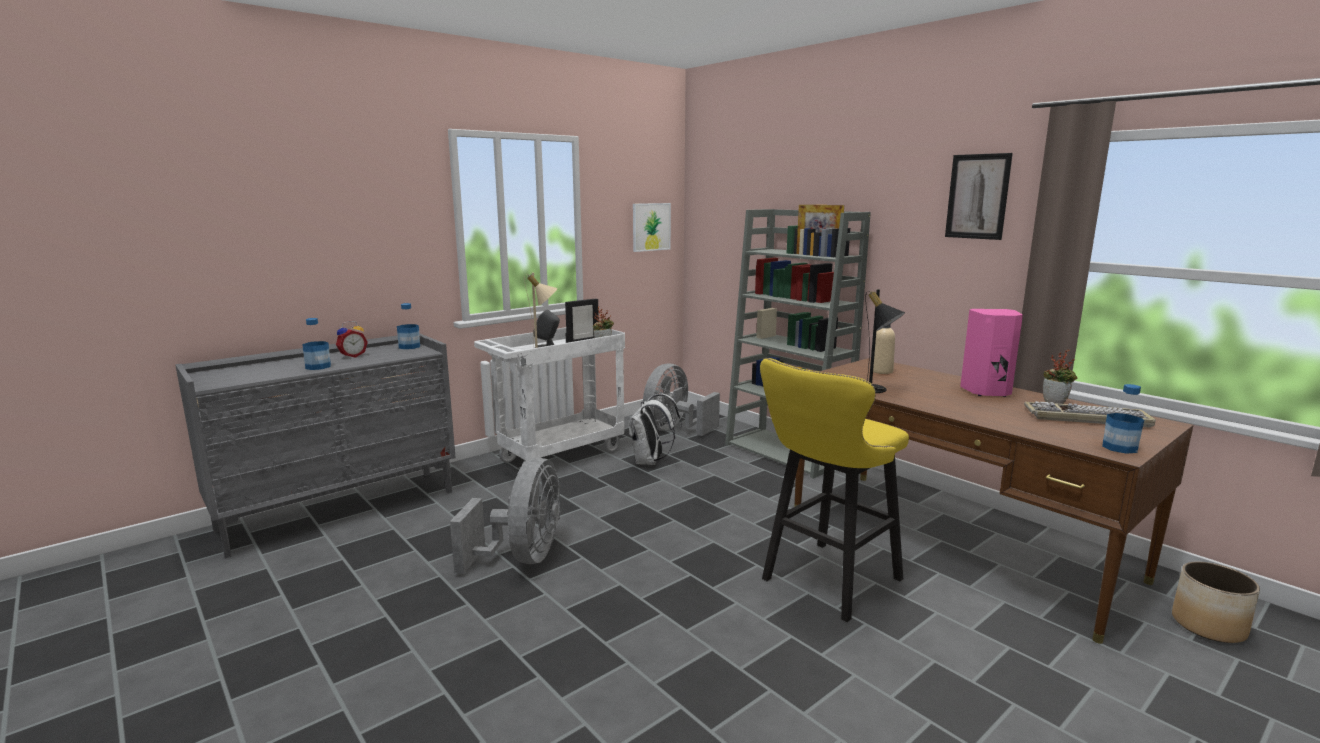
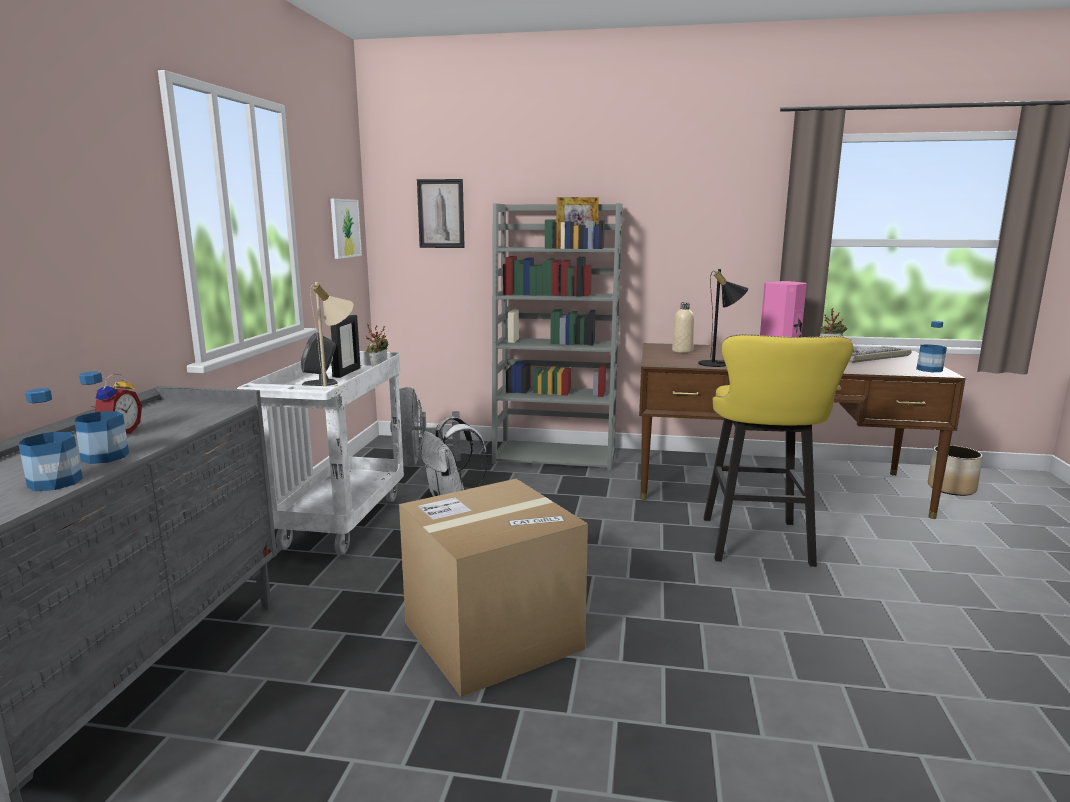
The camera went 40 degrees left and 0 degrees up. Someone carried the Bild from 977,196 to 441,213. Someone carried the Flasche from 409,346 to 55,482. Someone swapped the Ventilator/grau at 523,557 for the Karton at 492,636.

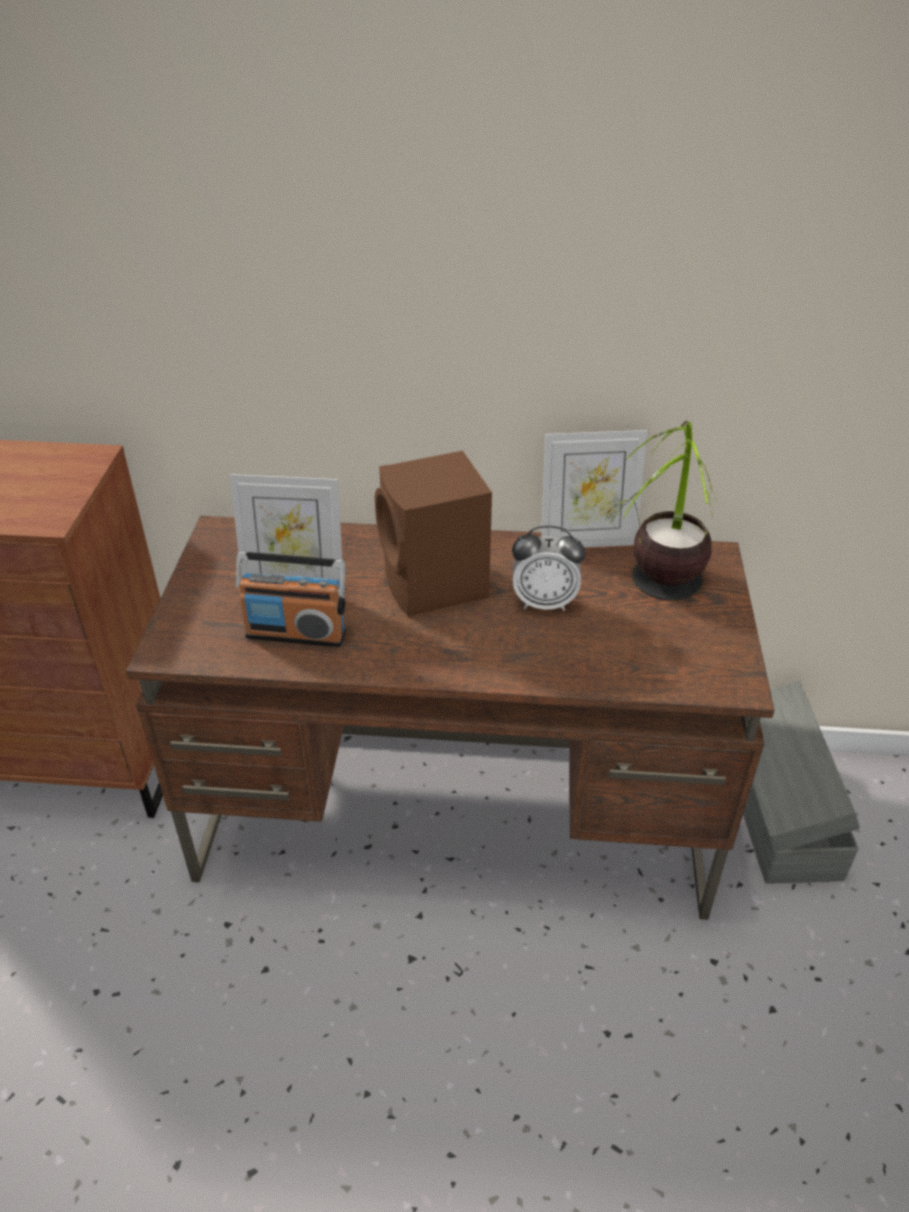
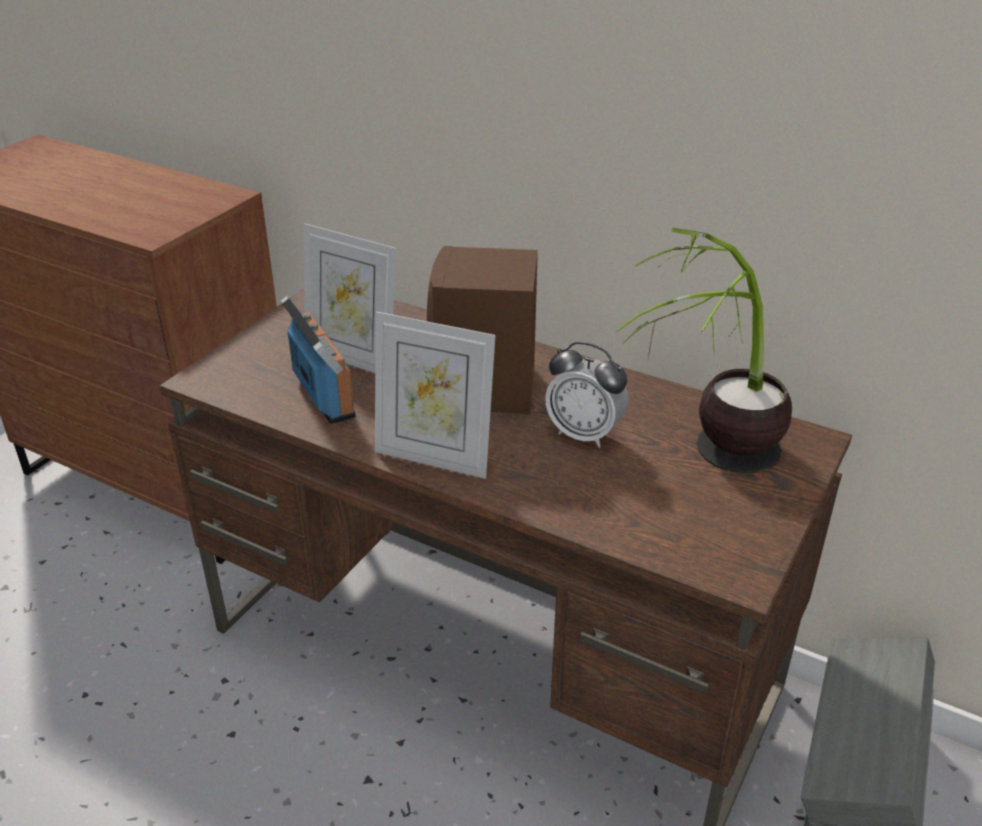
The camera went 25 degrees right and 5 degrees down. Someone carried the Bilderrahmen from 587,541 to 434,457. Someone rotated the Radio at 296,633 by 150 degrees counterclockwise.

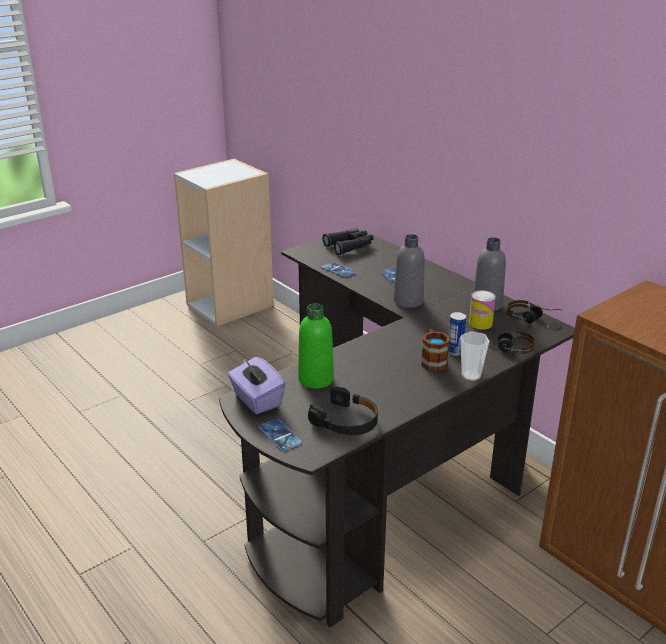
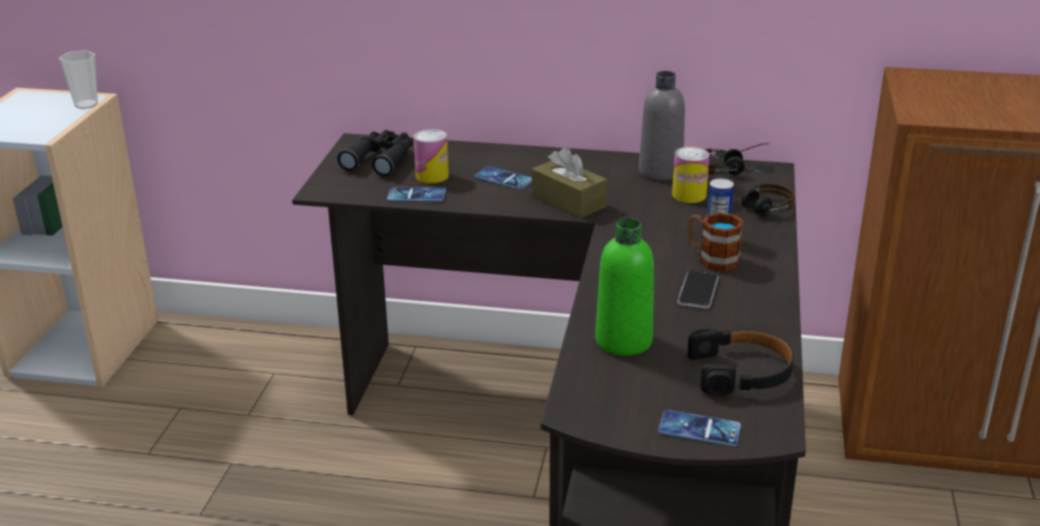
The camera went 40 degrees left and 0 degrees up. Someone swapped the Flasche/grau at 408,301 for the Taschentuchbox/braun at 568,201. Someone carried the Tasse from 471,376 to 86,104. Someone took away the Taschentuchbox/lila at 256,400. Someone put down the Dose at 432,176. Someone put down the Handy at 698,291.

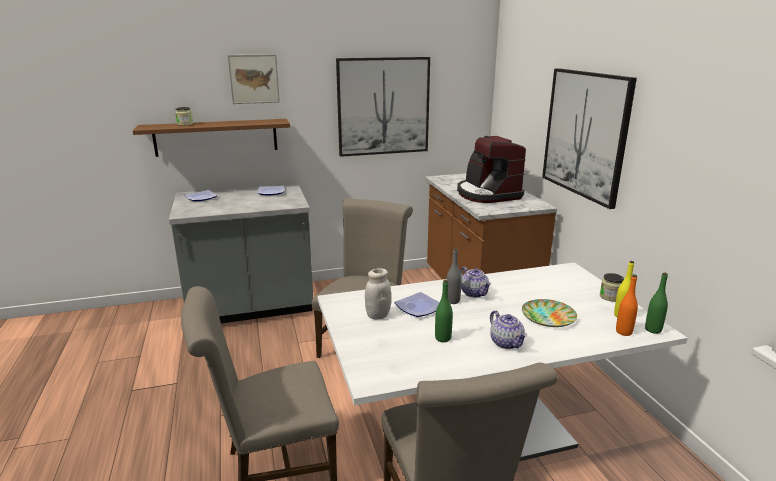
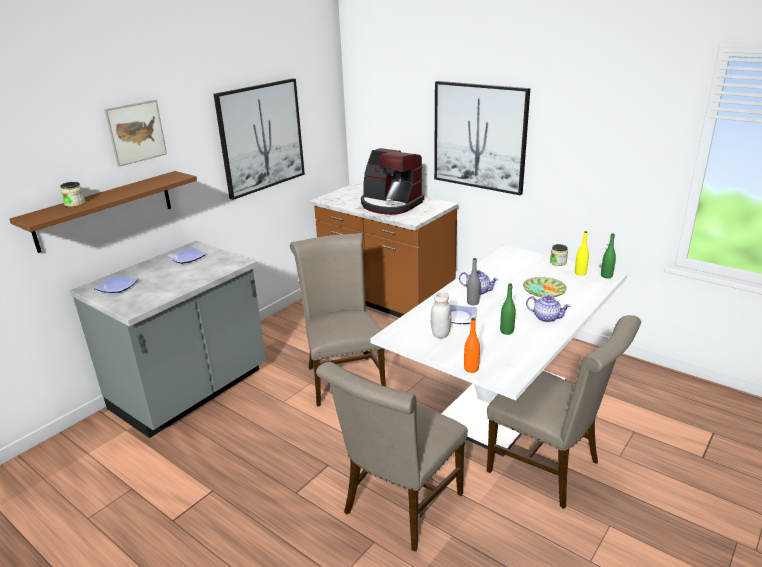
The camera went 35 degrees left and 5 degrees up. Someone carried the Flasche/orange from 623,332 to 471,369.

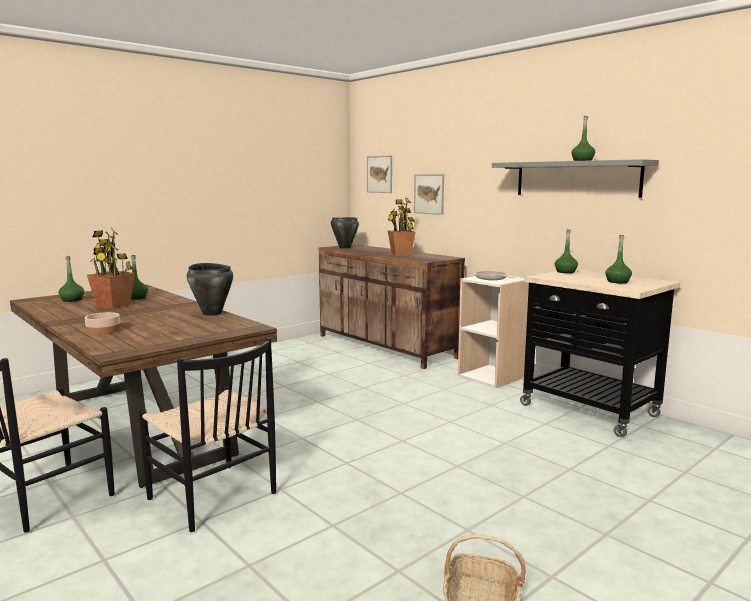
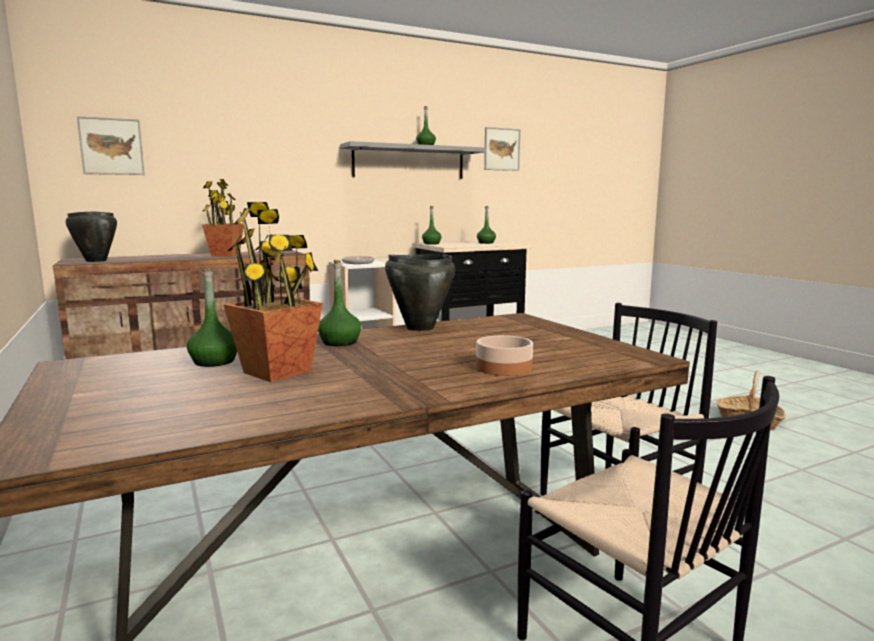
The camera went 75 degrees left and 0 degrees up. Someone carried the Bild from 429,194 to 501,149. Someone carried the Flasche/grün from 72,300 to 340,342.

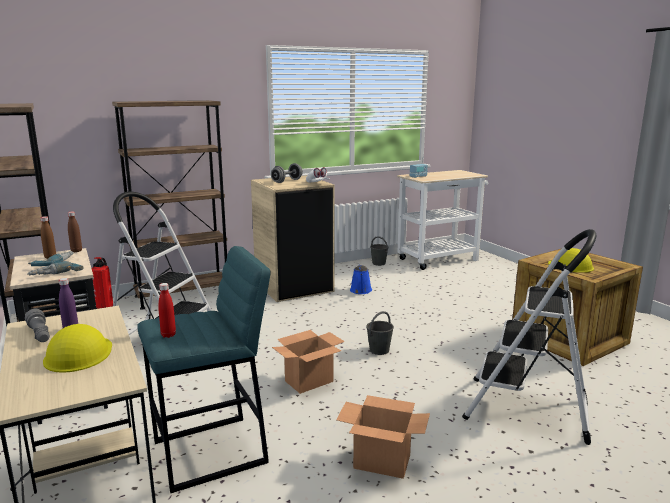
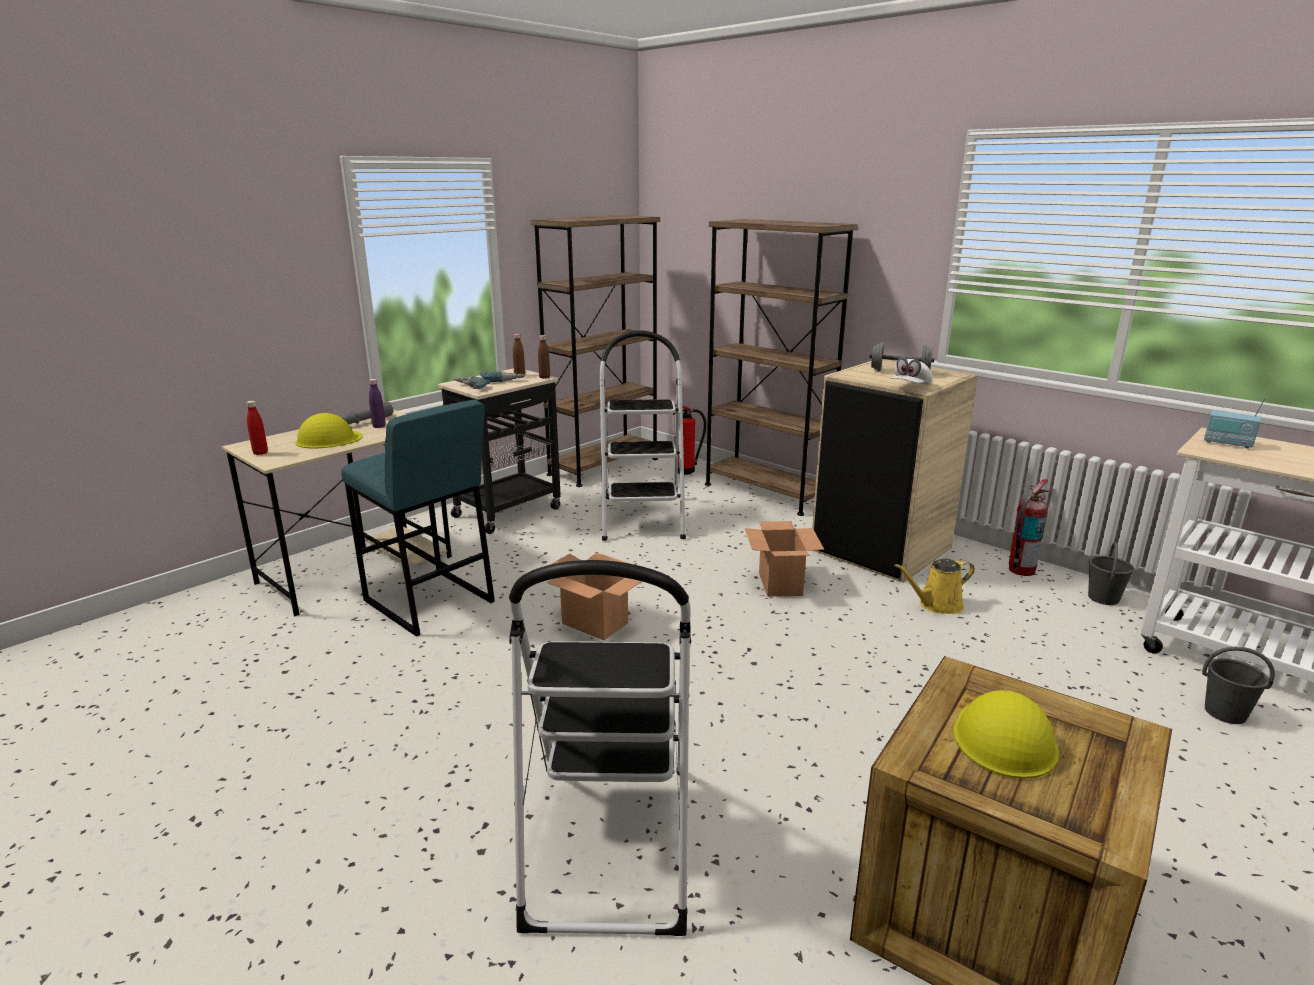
The camera went 70 degrees right and 5 degrees up. Someone repainted the Gießkanne/blau at 361,291, which became the Gießkanne/gelb at 936,605. Someone carried the Flasche/rot from 168,335 to 260,453. Someone carried the Eimer/grau from 379,350 to 1226,713. Someone carried the Karton from 381,462 to 779,584. Someone put down the Feuerlöscher at 1020,570.

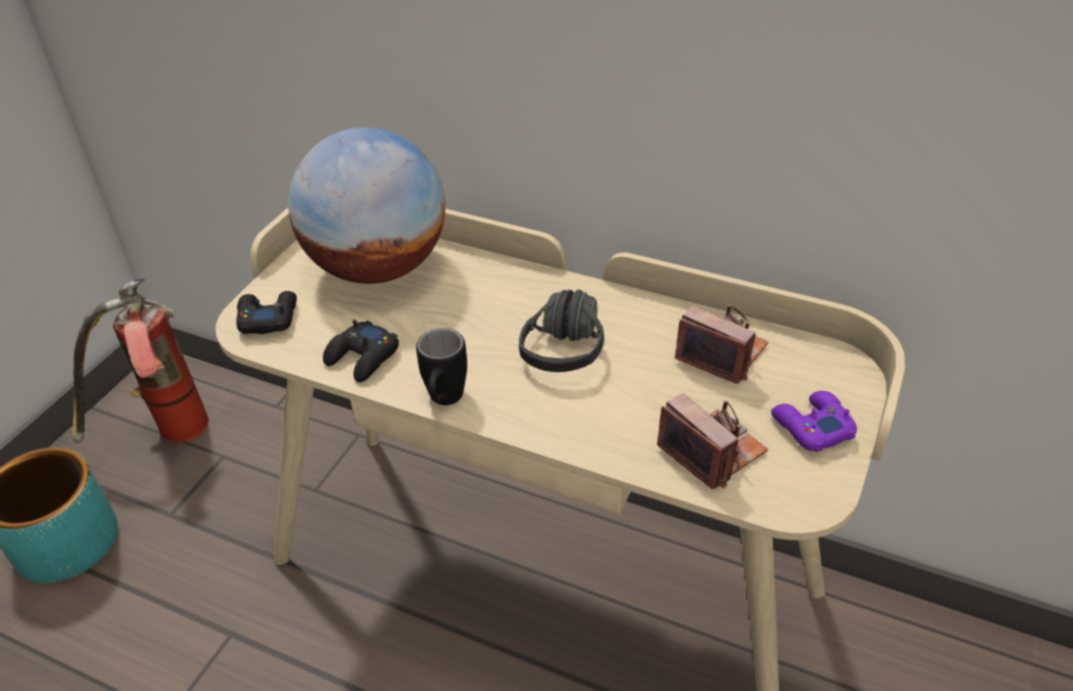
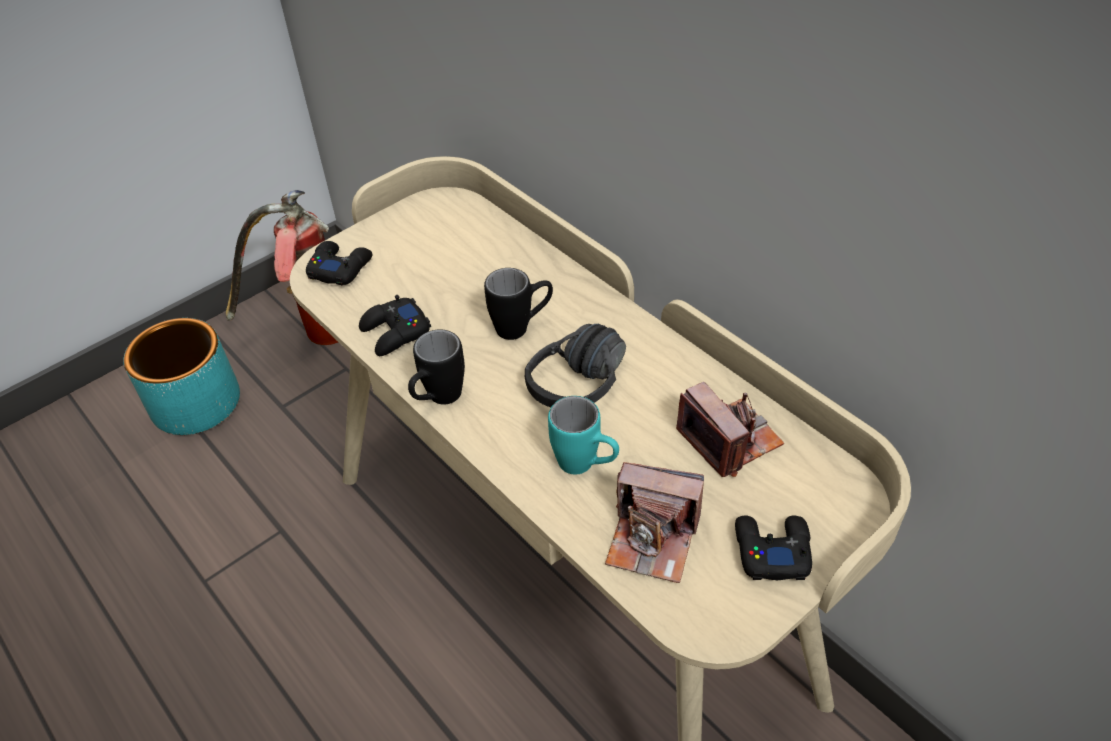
The camera went 25 degrees right and 5 degrees up. Someone took away the Globus at 378,268. Someone repainted the Gamepad/lila at 811,426, which became the Gamepad/schwarz at 771,550. Someone rotated the Kamera at 712,451 by 120 degrees clockwise. Someone put down the Henkelbecher/schwarz at 522,327. Someone put down the Henkelbecher/türkis at 585,466.

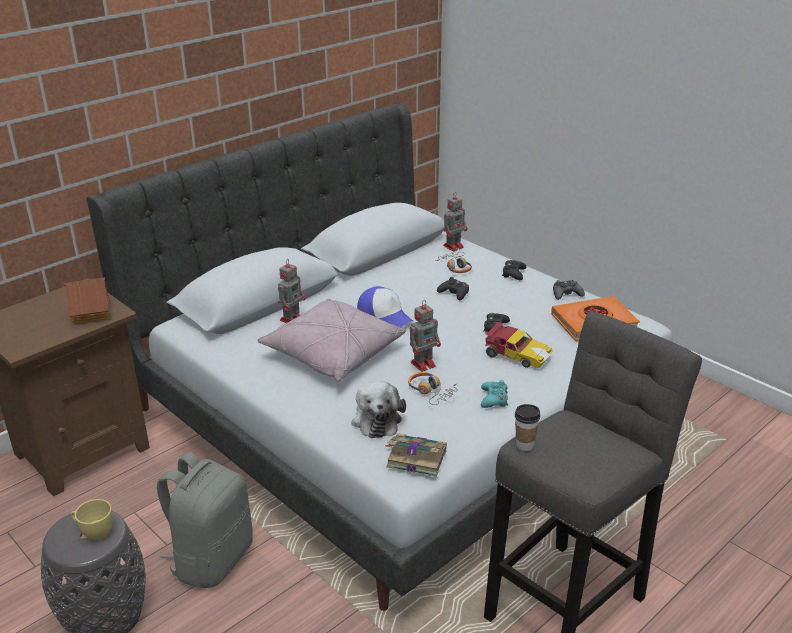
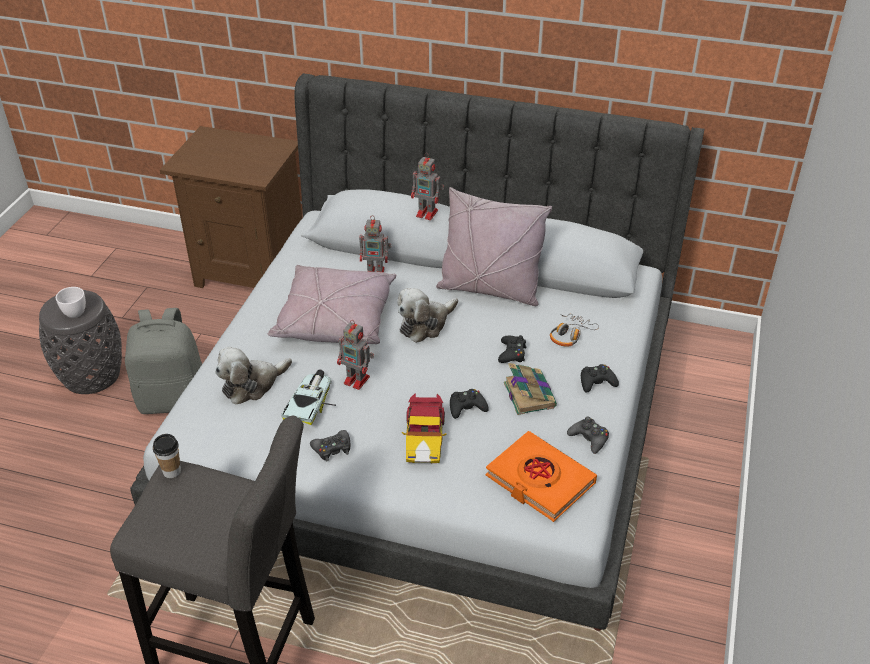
The camera went 60 degrees right and 10 degrees up. Someone carried the Spielzeugroboter from 454,246 to 428,213. Someone took away the Spielzeughaus at 90,312. Someone swapped the Kappe at 385,316 for the Plüschtier at 425,324. Someone swapped the Kopfhörer at 431,392 for the Spielzeugauto at 311,401. Someone repainted the Gamepad/türkis at 494,399, which became the Gamepad/schwarz at 332,449. Someone carried the Buch from 415,458 to 529,394. Someone repainted the Tasse/gelb at 94,532, which became the Tasse/weiß at 75,311. Someone put down the Kissen/lila at 489,290.

